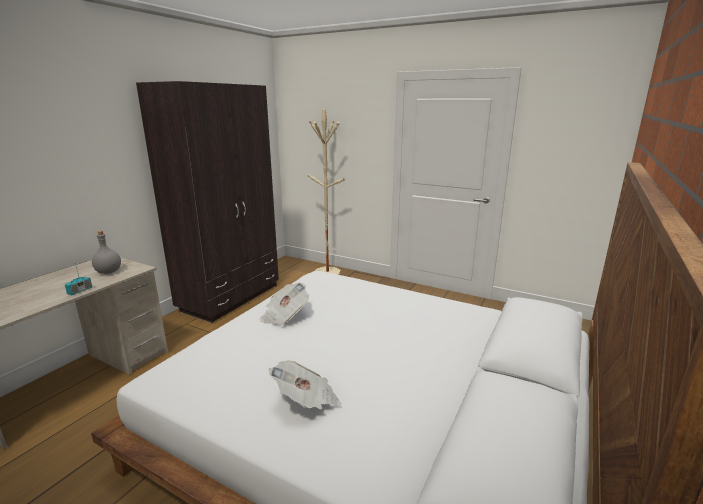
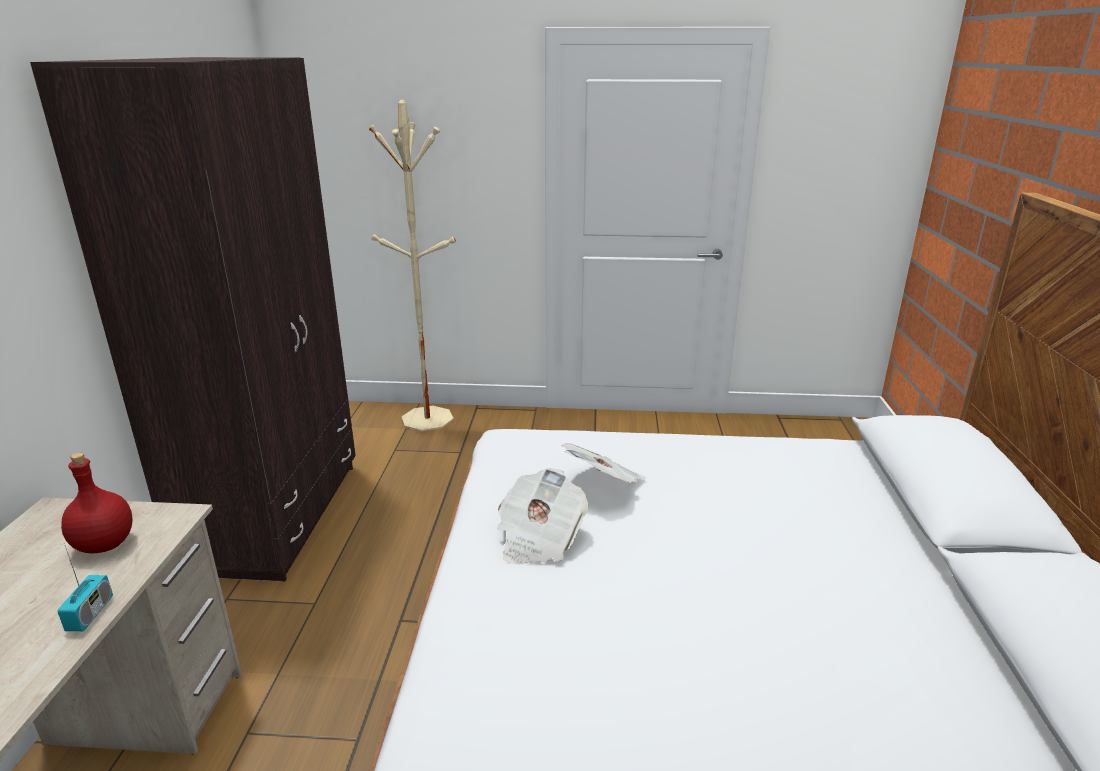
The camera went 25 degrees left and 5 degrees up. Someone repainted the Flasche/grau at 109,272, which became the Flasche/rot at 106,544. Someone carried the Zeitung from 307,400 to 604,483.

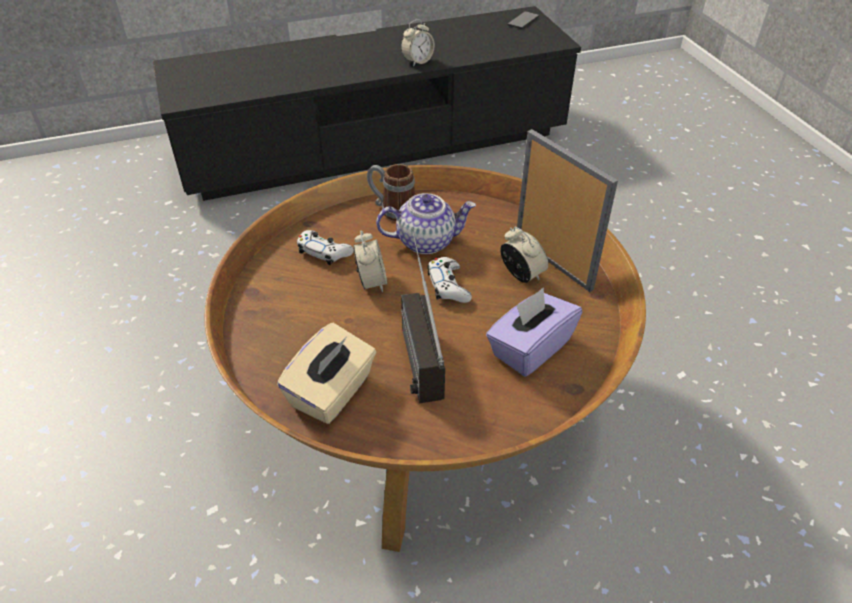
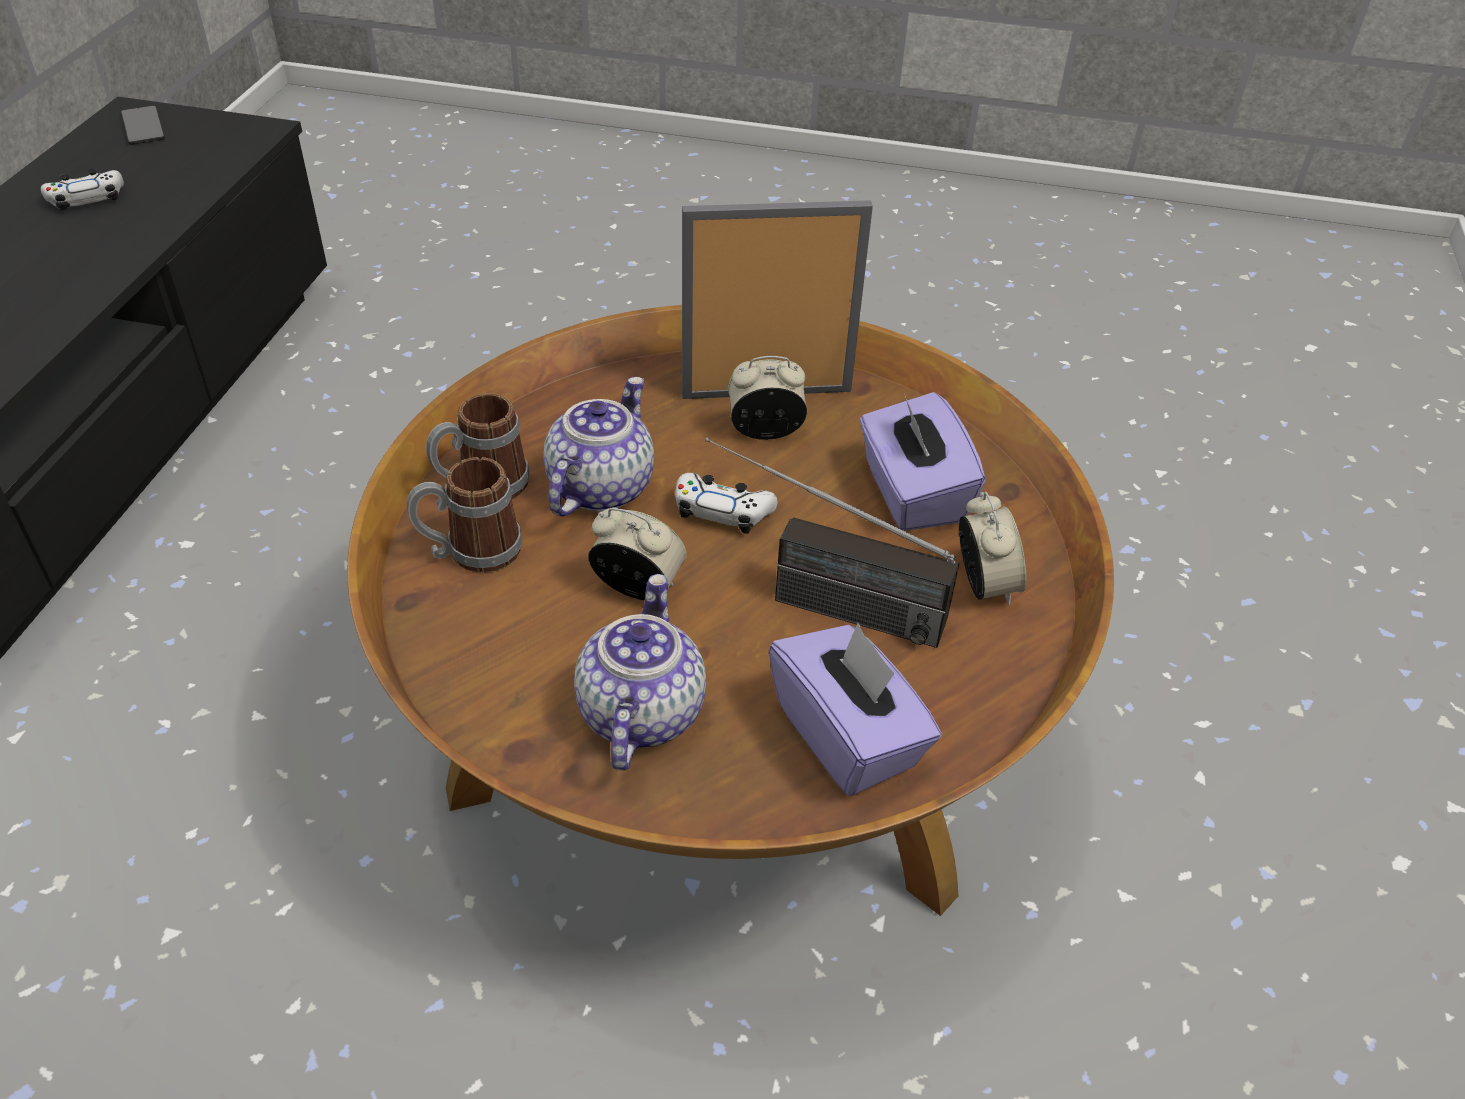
The camera went 60 degrees left and 0 degrees up. Someone carried the Wecker from 417,61 to 984,585. Someone carried the Gamepad/weiß from 324,252 to 87,199. Someone repainted the Taschentuchbox/beige at 332,392, which became the Taschentuchbox/lila at 848,736. Someone put down the Henkelbecher at 471,552. Someone put down the Teekanne at 639,712.

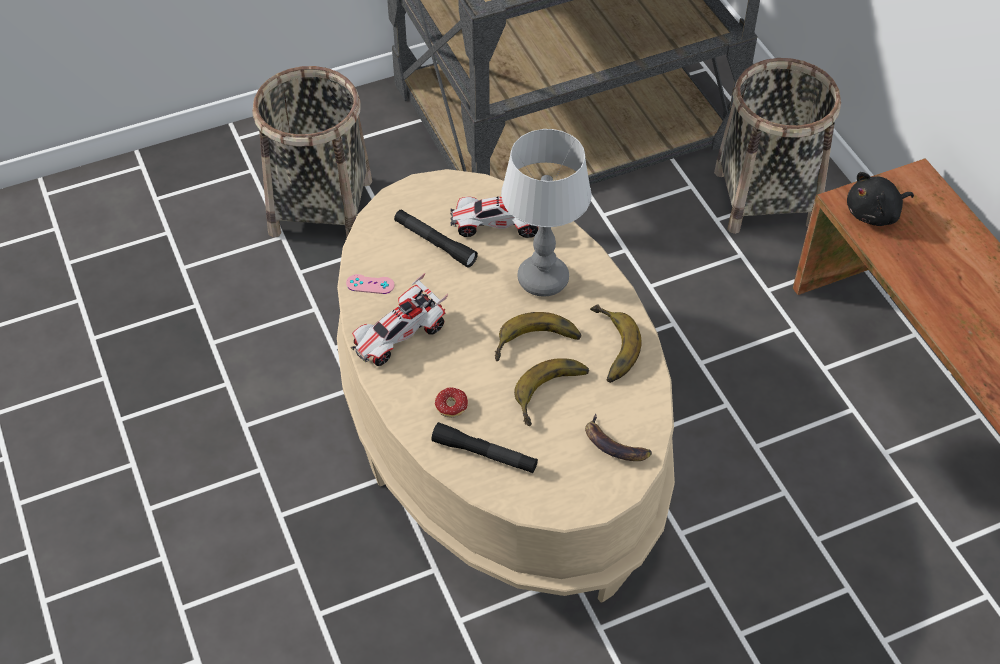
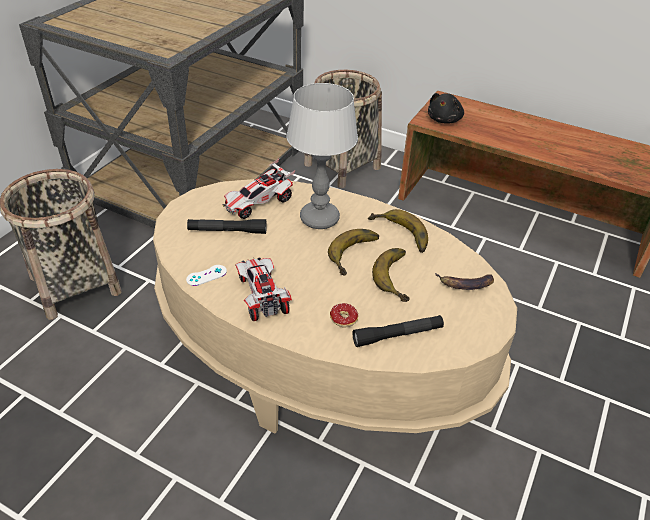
The camera went 40 degrees left and 10 degrees down. Someone rotated the Spielzeugauto at 399,336 by 150 degrees clockwise. Someone repainted the Gamepad/rosa at 370,284, which became the Gamepad/weiß at 206,275.

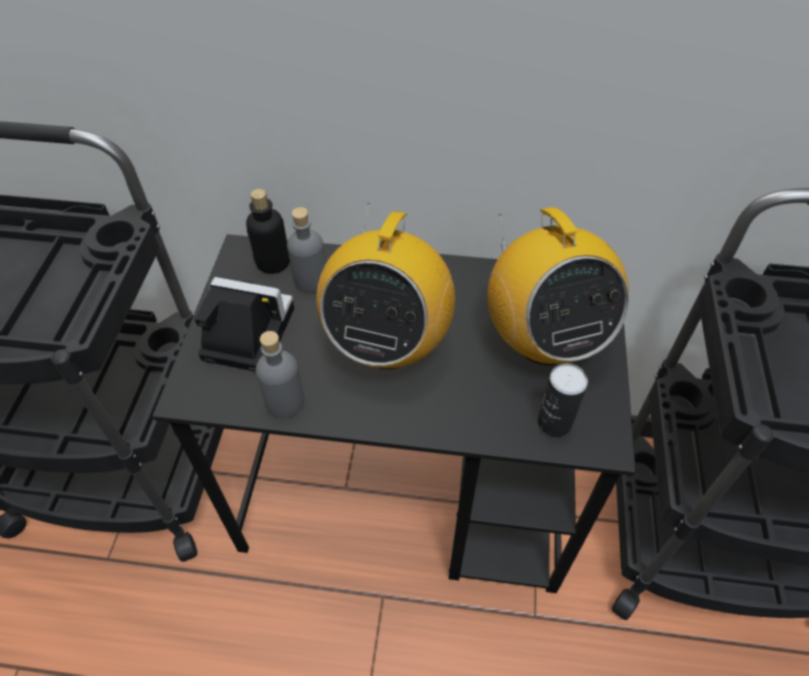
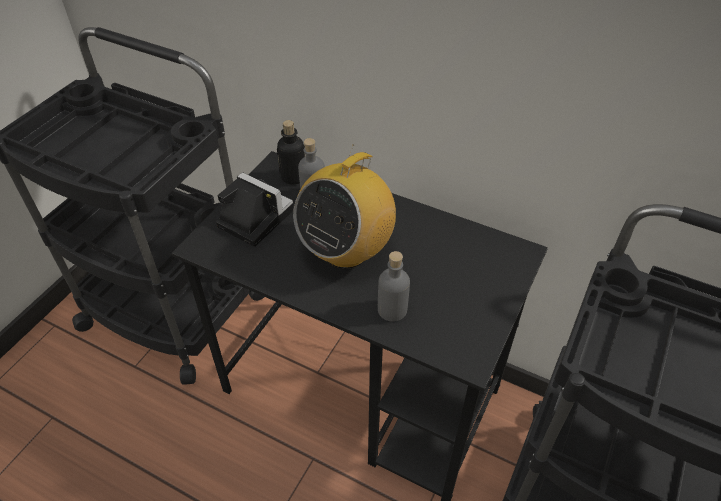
The camera went 20 degrees right and 5 degrees down. Someone took away the Radio at 544,339. Someone carried the Flasche/grau from 285,401 to 392,309. Someone took away the Dose at 554,422.

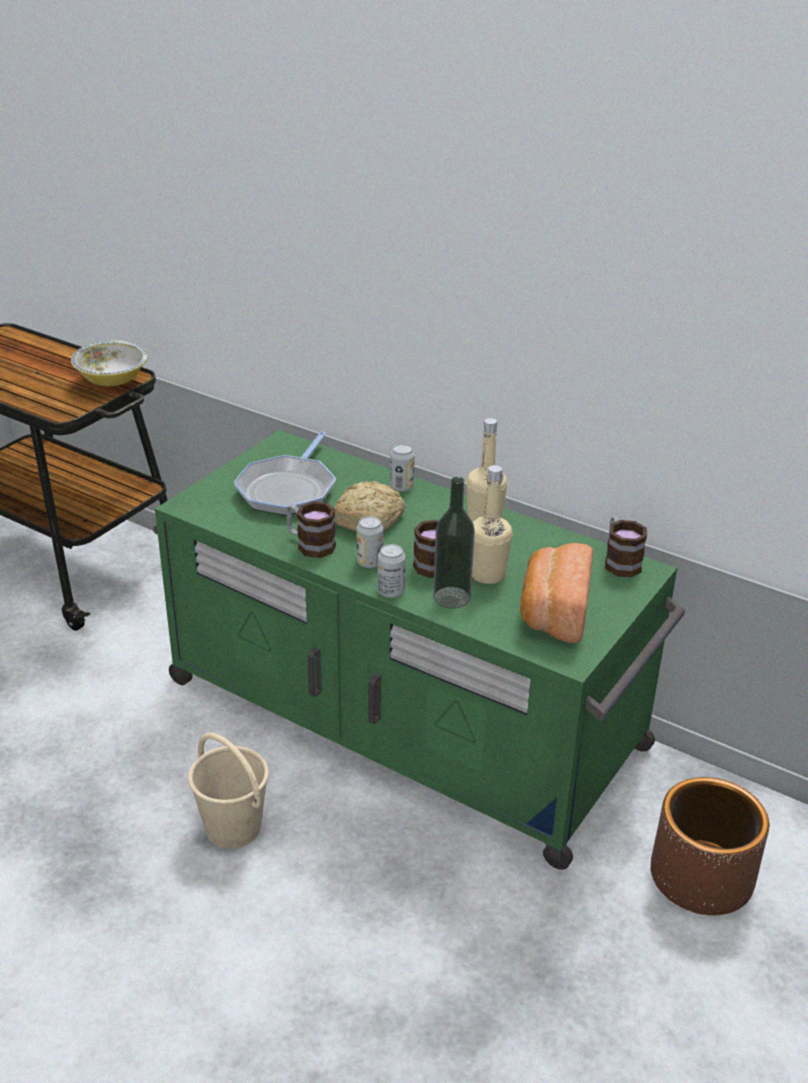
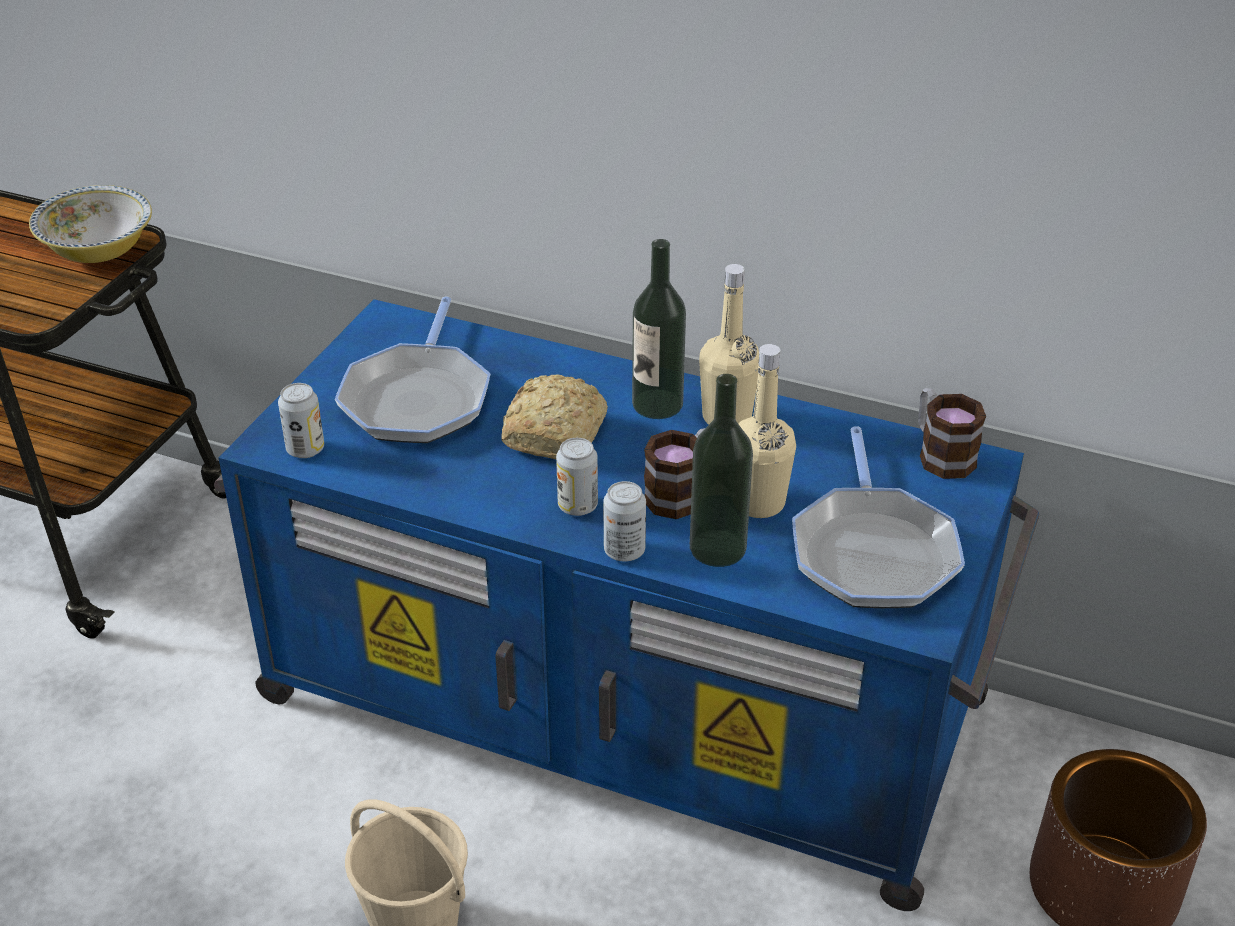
The camera went 10 degrees left and 5 degrees up. Someone repainted the Schrank/grün at 405,715, which became the Schrank/blau at 624,703. Someone carried the Dose from 401,487 to 305,449. Someone took away the Henkelbecher at 310,544. Someone swapped the Brot at 553,612 for the Pfanne at 872,552. Someone put down the Flasche at 657,404.

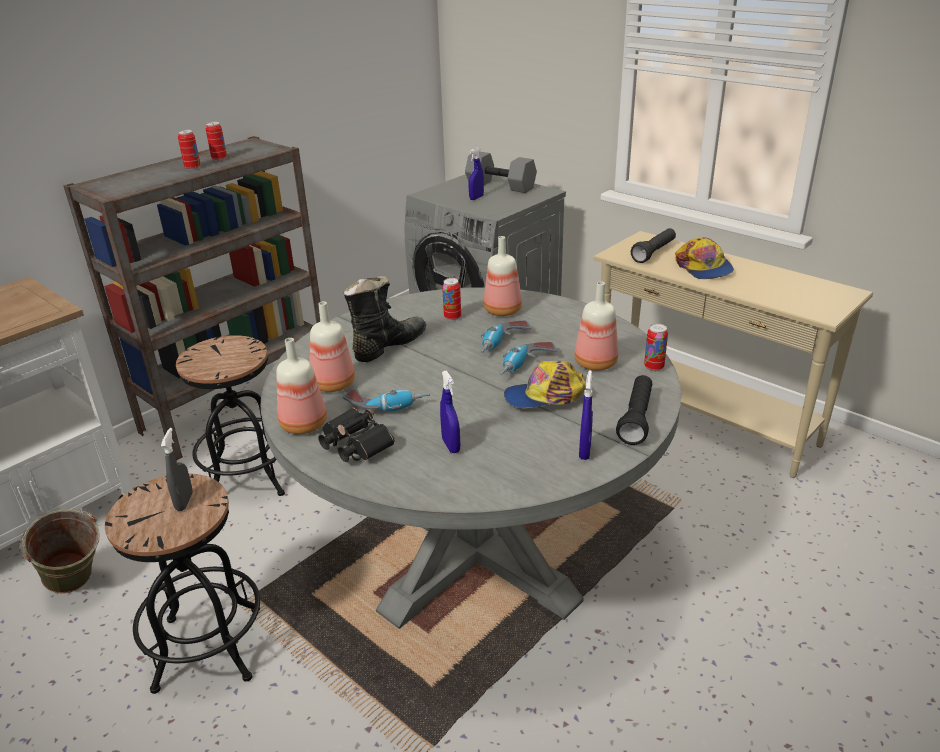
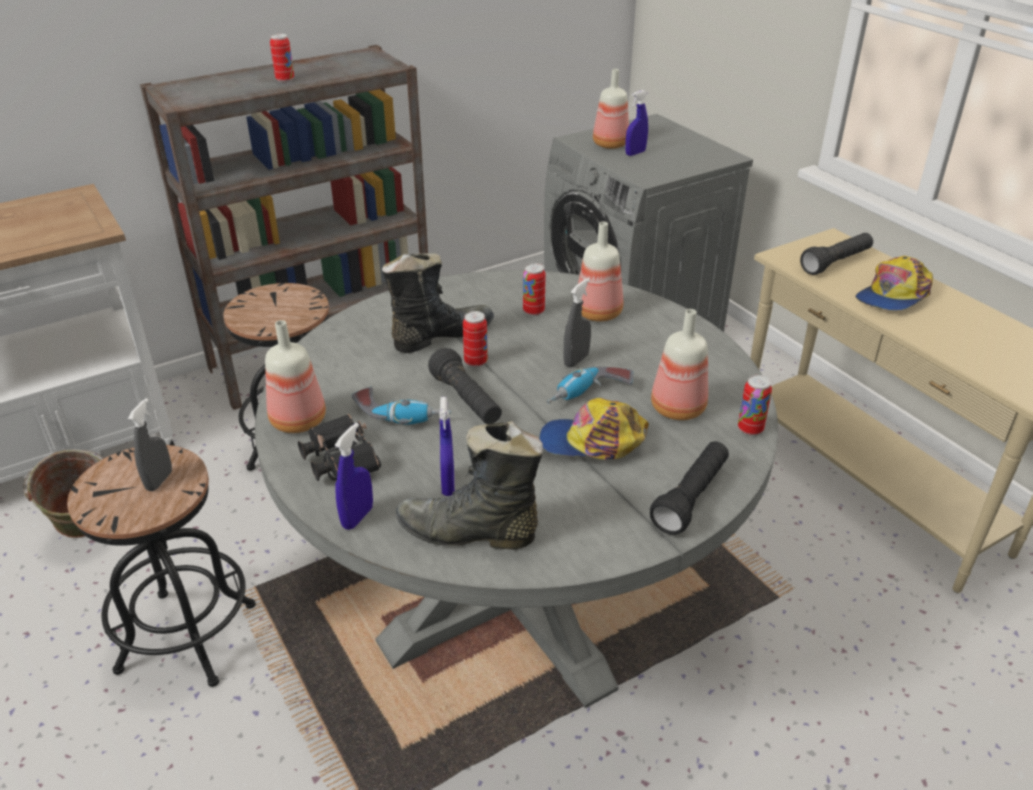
The camera went 15 degrees right and 5 degrees up. Someone carried the Dose from 219,159 to 476,362. Someone took away the Hantel/grau at 501,186. Someone rotated the Kappe at 703,268 by 45 degrees clockwise. Someone carried the Flasche from 332,384 to 609,144. Someone swapped the Bohrmaschine at 503,344 for the Sprühflasche/grau at 576,360. Someone carried the Sprühflasche/blau from 585,451 to 357,517. Someone put down the Taschenlampe/schwarz at 466,401. Someone put down the Stiefel/schwarz at 469,533.

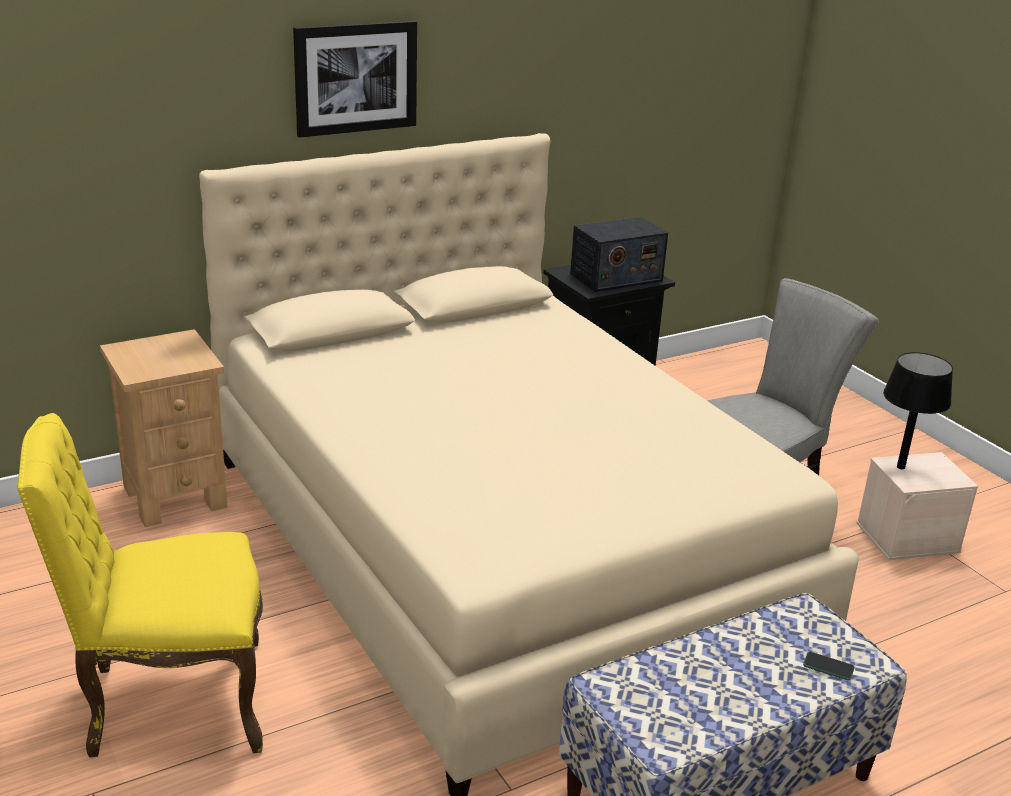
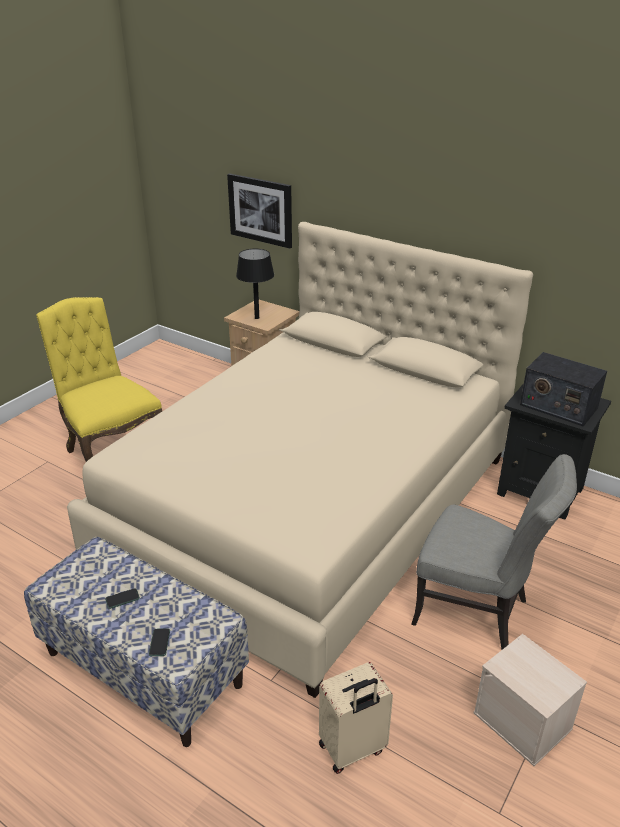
The camera went 65 degrees right and 5 degrees up. Someone carried the Bild from 355,77 to 260,210. Someone carried the Tischlampe/schwarz from 901,467 to 257,318. Someone put down the Handy at 122,599. Someone put down the Koffer/beige at 352,749.

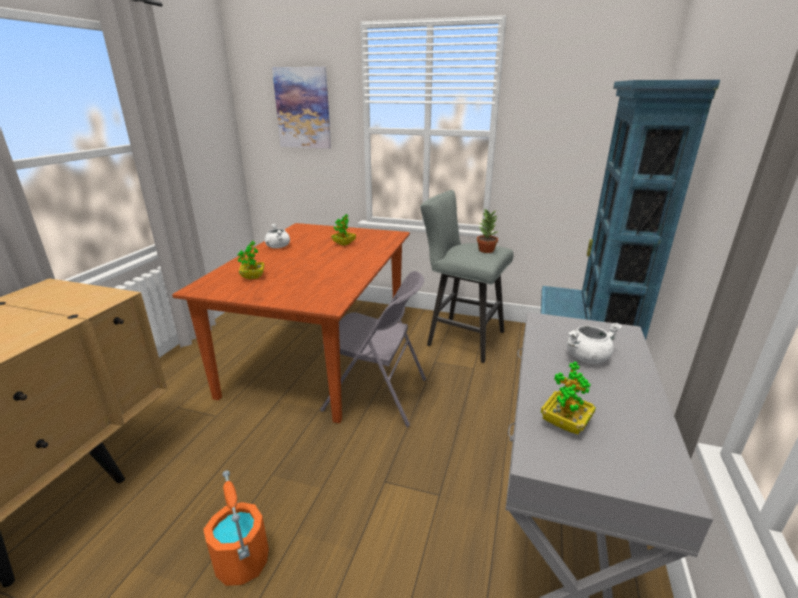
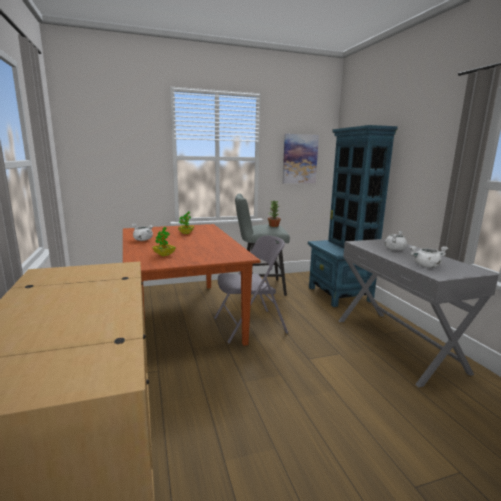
The camera went 35 degrees left and 10 degrees down. Someone carried the Bild from 303,108 to 300,159. Someone swapped the Topfpflanze at 565,423 for the Kochtopf/weiß at 426,266. Someone took away the Eimer/orange at 242,561.

